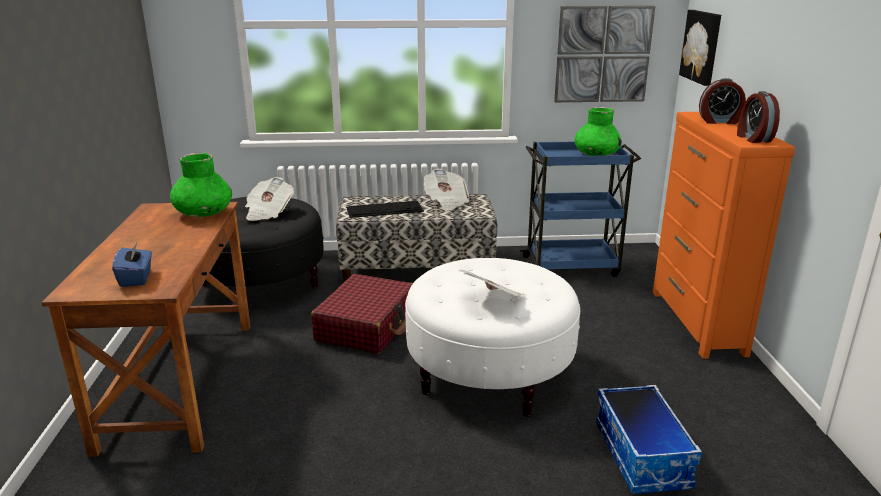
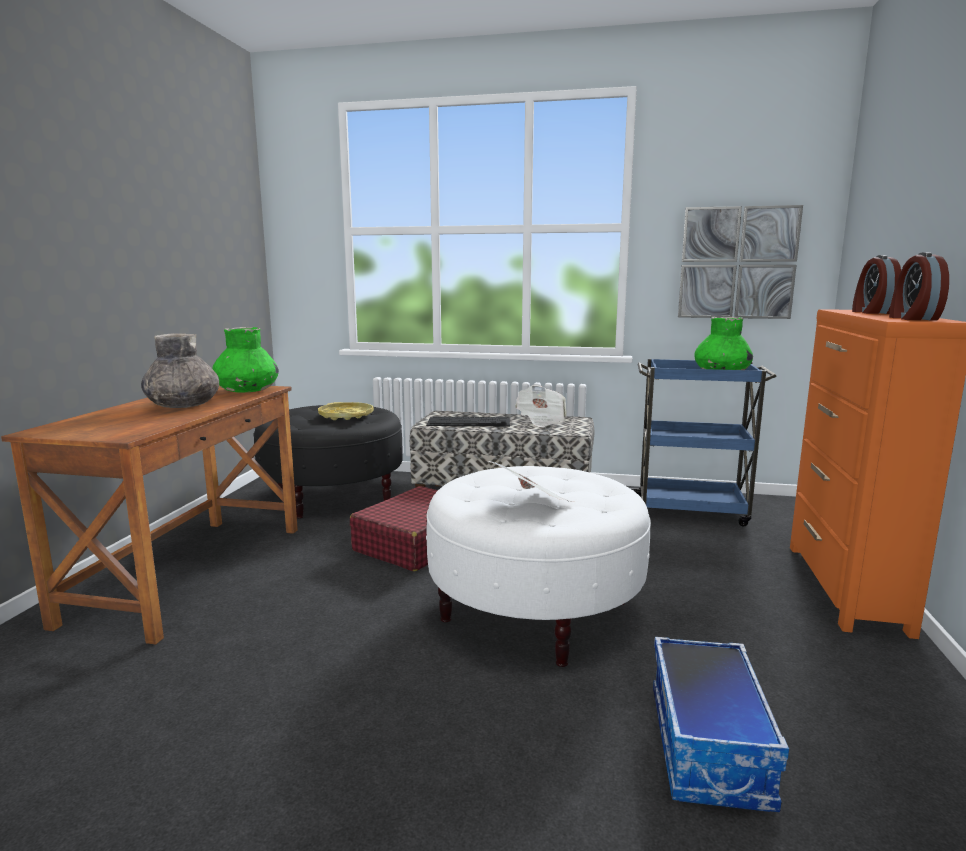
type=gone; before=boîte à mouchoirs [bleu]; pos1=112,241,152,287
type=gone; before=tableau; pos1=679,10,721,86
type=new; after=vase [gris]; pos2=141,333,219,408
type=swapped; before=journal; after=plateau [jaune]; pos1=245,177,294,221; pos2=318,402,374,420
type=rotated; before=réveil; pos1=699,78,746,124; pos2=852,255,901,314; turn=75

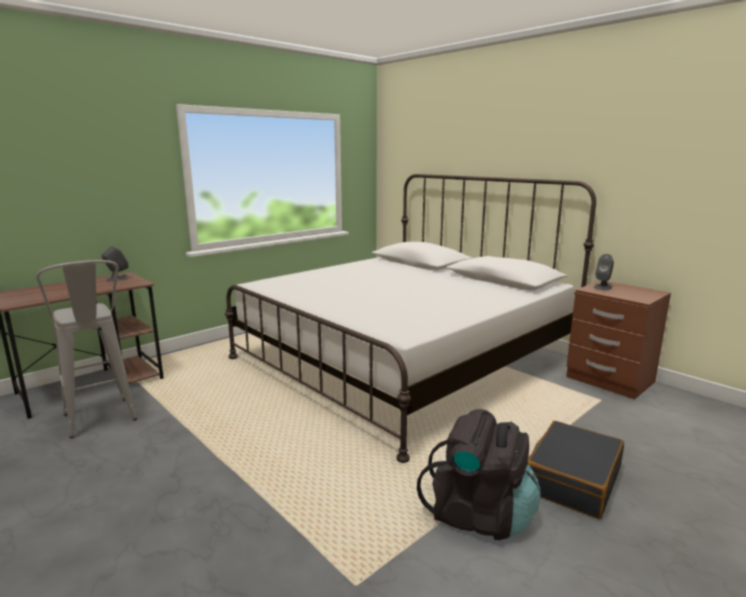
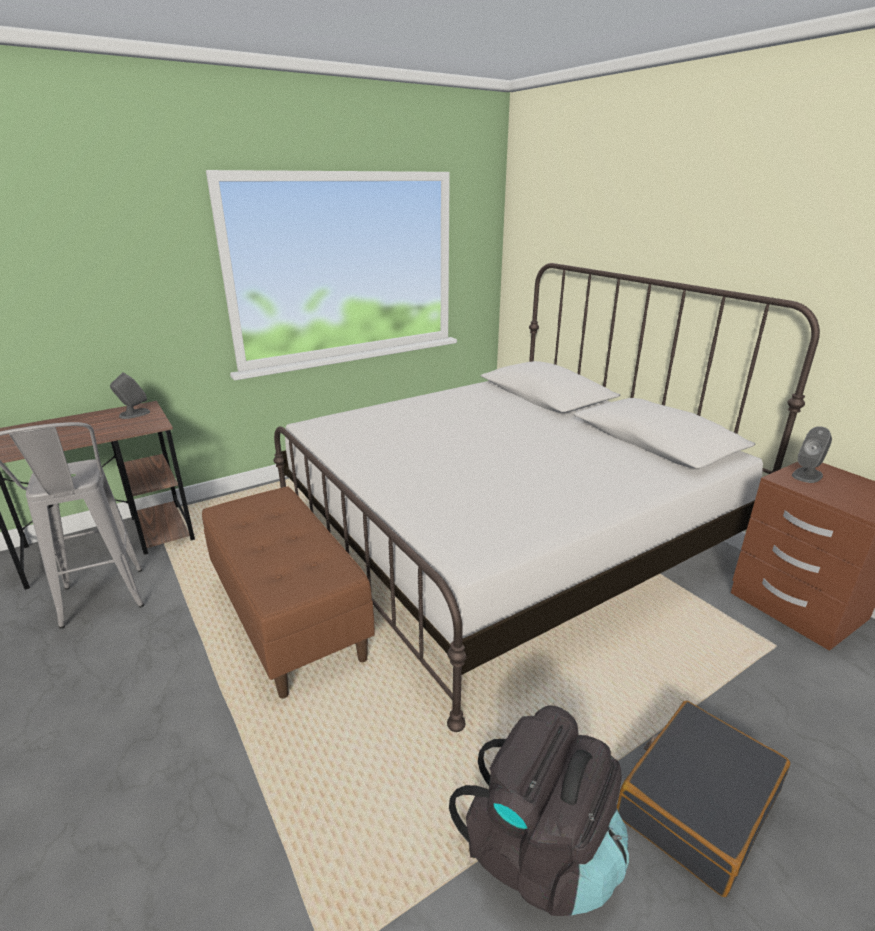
type=new; after=banc [marron]; pos2=202,486,375,699

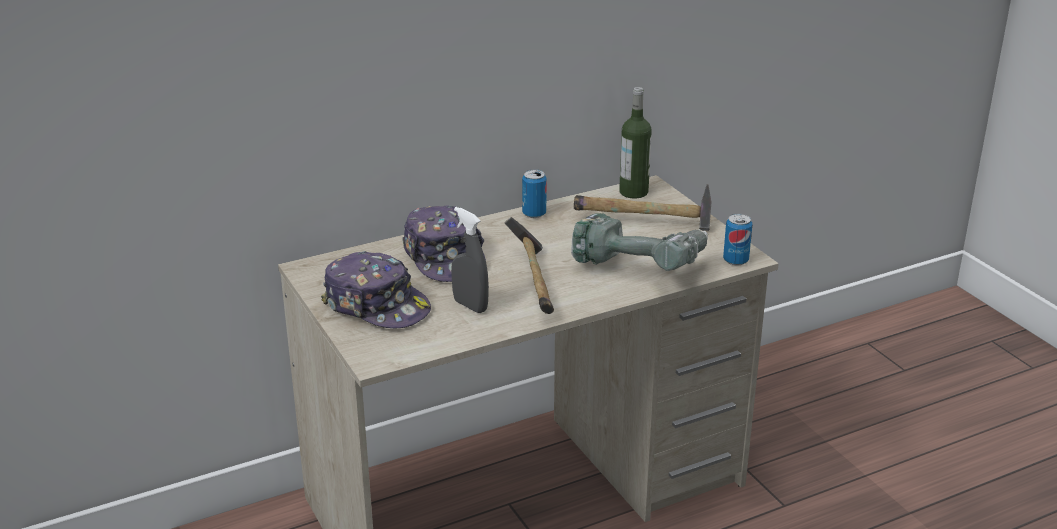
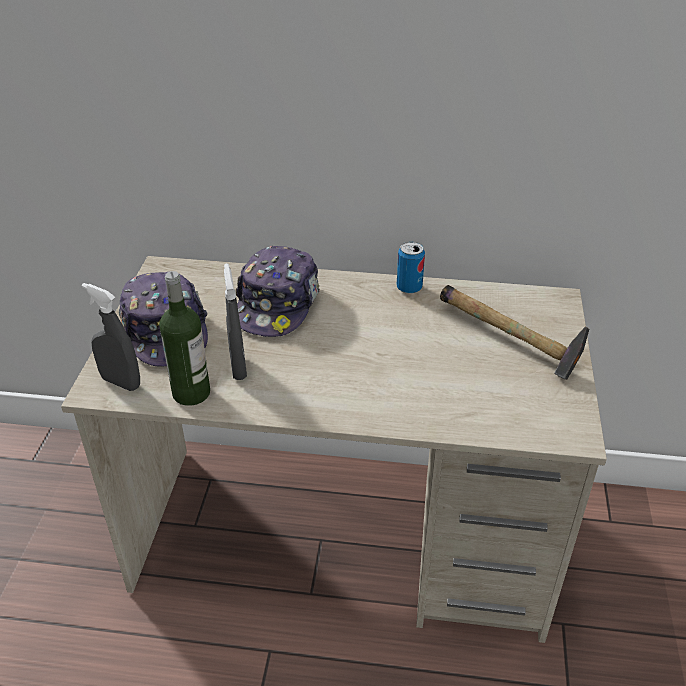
type=gone; before=marteau; pos1=504,217,554,314
type=gone; before=perceuse; pos1=571,213,708,271
type=gone; before=boîte métallique; pos1=723,214,752,265
type=new; after=vaporisateur [gris]; pos2=82,283,140,391
type=shifted; before=bouteille; pos1=619,87,652,198; pos2=159,271,210,406

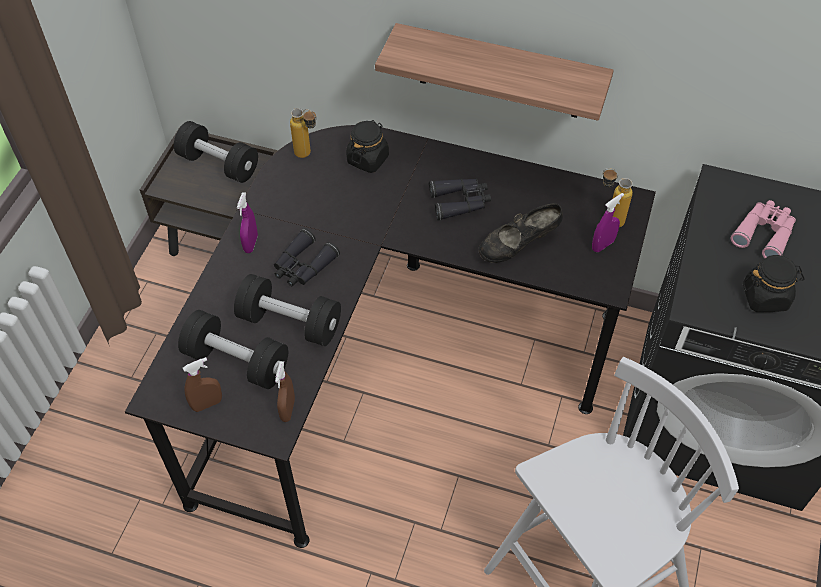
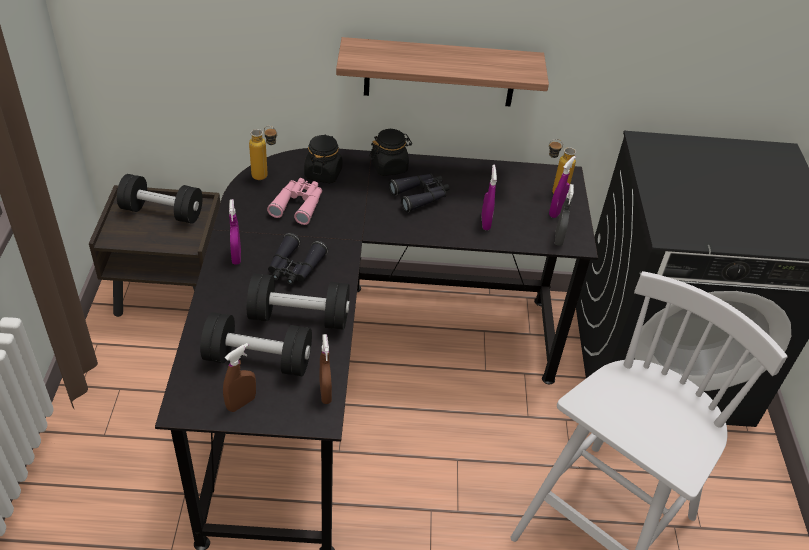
type=new; after=vaporisateur [gris]; pos2=555,184,574,246
type=shifted; before=jumelles [rose]; pos1=731,200,796,258; pos2=267,178,322,225
type=shifted; before=bocal [noir]; pos1=743,255,804,312; pos2=369,129,412,176
type=swapped; before=chaussure [noir]; after=vaporisateur [violet]; pos1=478,203,563,263; pos2=481,164,497,230

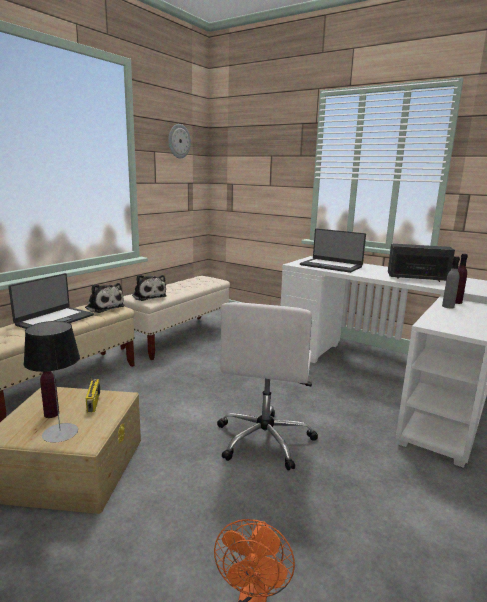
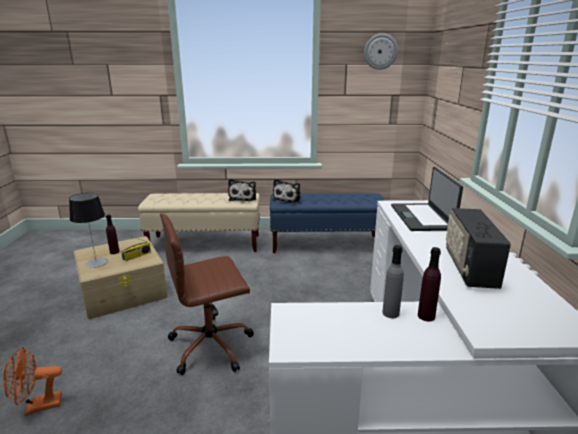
type=gone; before=ordinateur portable; pos1=8,273,94,329
type=repainted; before=banc [beige]; after=banc [bleu]; pos1=120,276,230,360; pos2=270,193,385,253
type=repainted; before=chaise de bureau [blanc]; after=chaise de bureau [marron]; pos1=217,302,318,471; pos2=160,214,254,375
type=rotated; before=radio; pos1=388,244,455,282; pos2=446,208,511,289; turn=-150

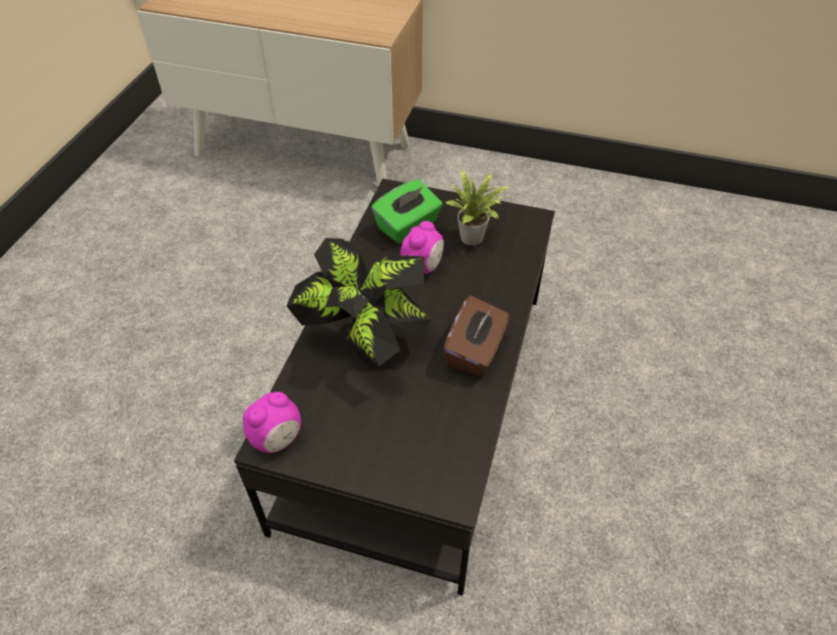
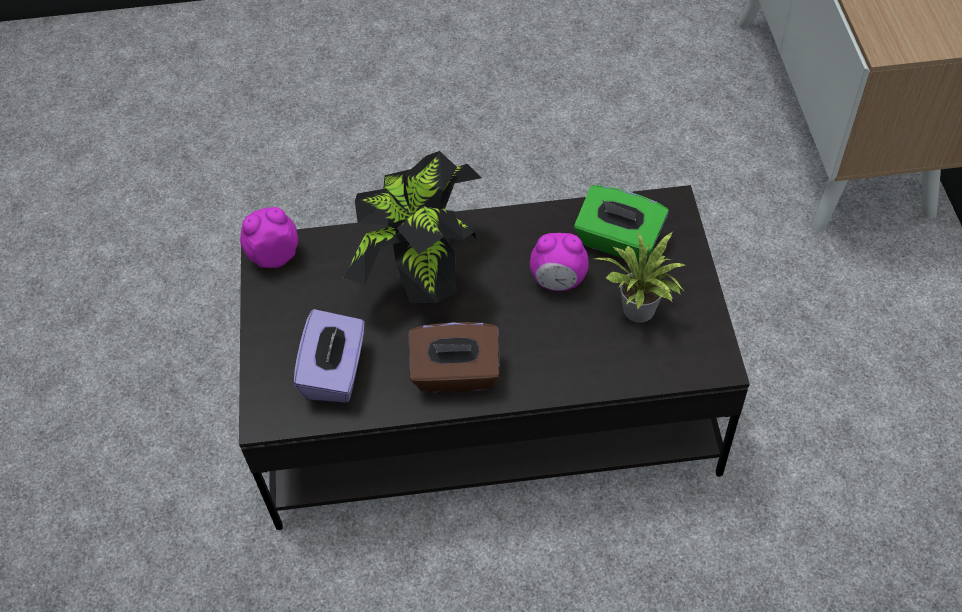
type=new; after=boîte à mouchoirs [violet]; pos2=293,309,365,403
type=rotated; before=réveil; pos1=243,392,301,453; pos2=240,207,298,268; turn=135

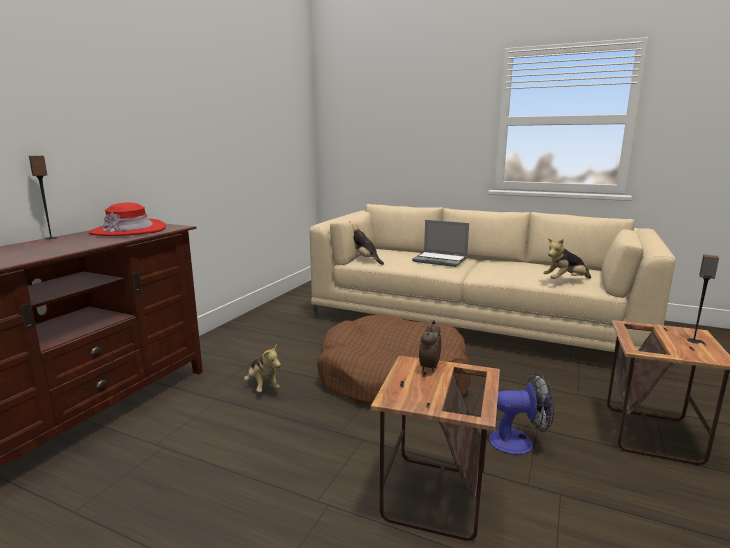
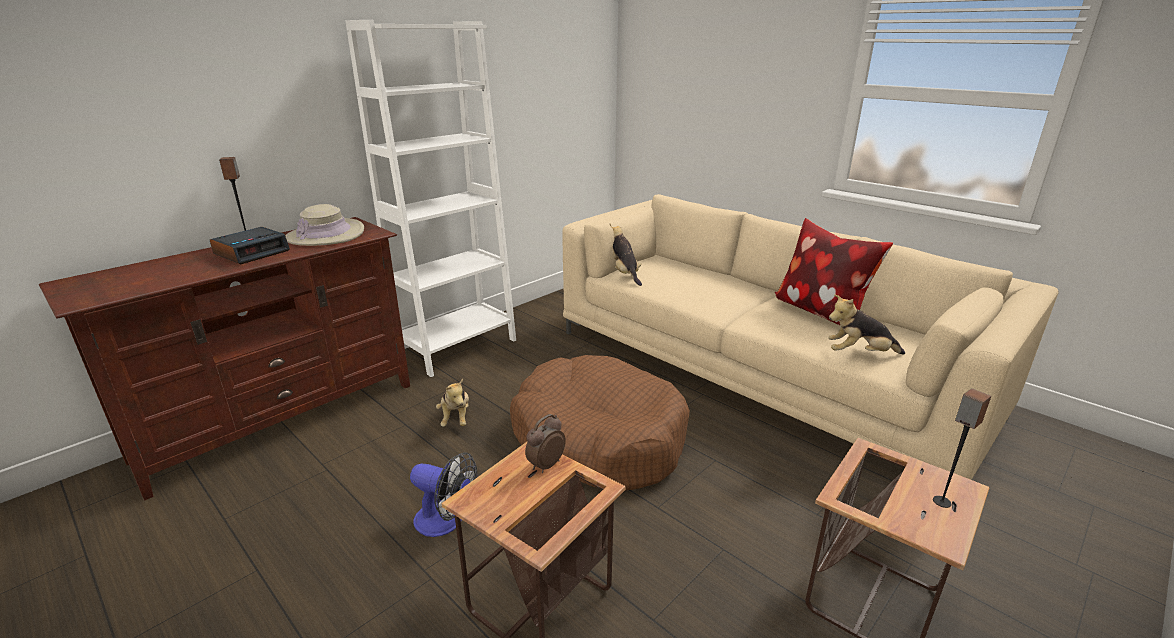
type=gone; before=ordinateur portable; pos1=412,220,469,267
type=new; after=réveil; pos2=210,227,290,264
type=new; after=bibliothèque [blanc]; pos2=345,20,516,377
type=new; after=coussin; pos2=775,218,893,326
type=shifted; before=ventilateur; pos1=489,373,554,455; pos2=410,452,477,537
type=repainted; before=chapeau [rouge]; after=chapeau [beige]; pos1=89,203,166,236; pos2=285,204,364,246

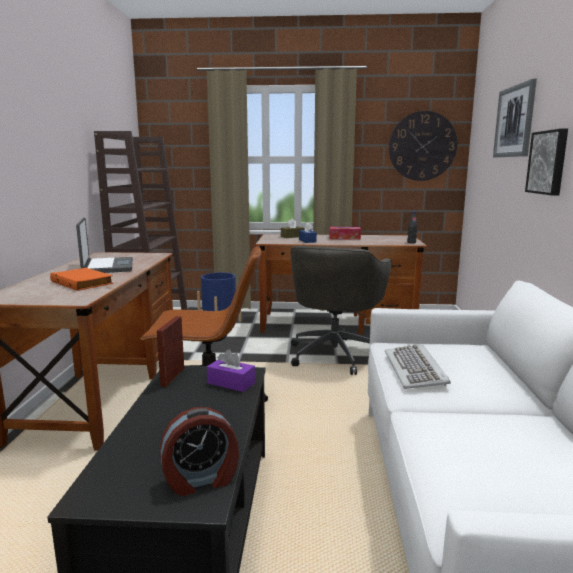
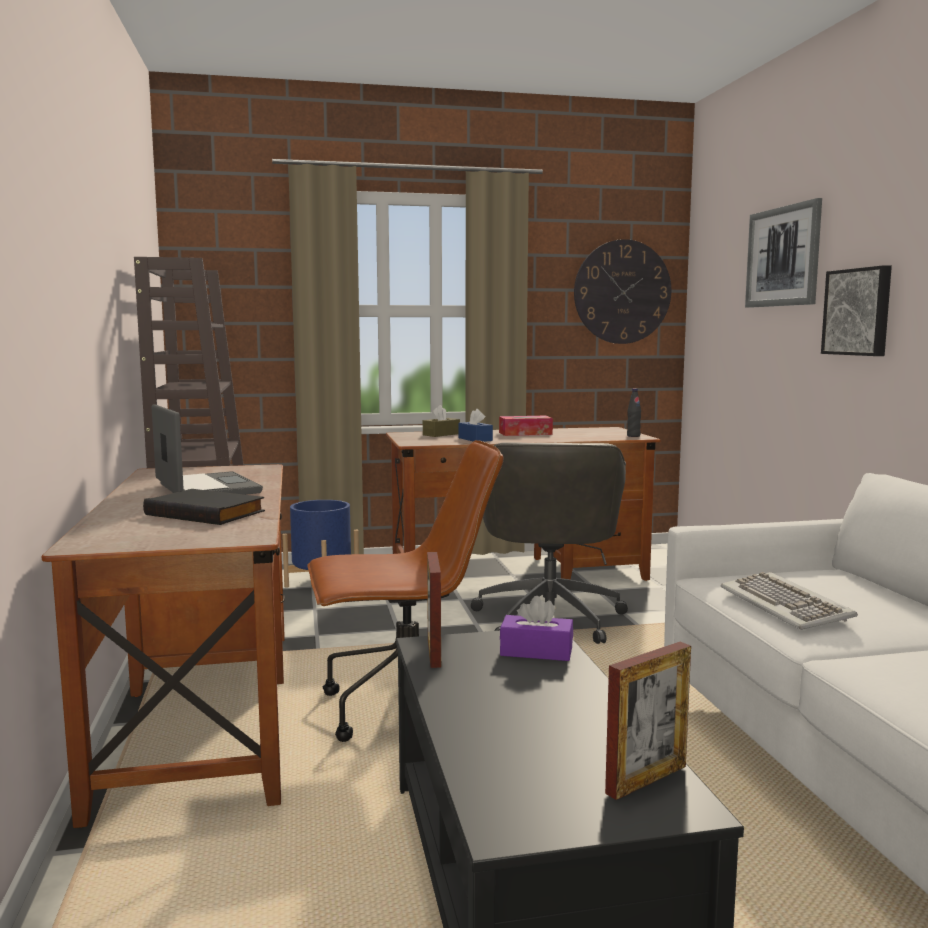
type=swapped; before=réveil; after=cadre photo; pos1=160,407,239,496; pos2=605,642,691,800
type=repainted; before=livre [orange]; after=livre [noir]; pos1=50,268,114,291; pos2=143,489,265,525

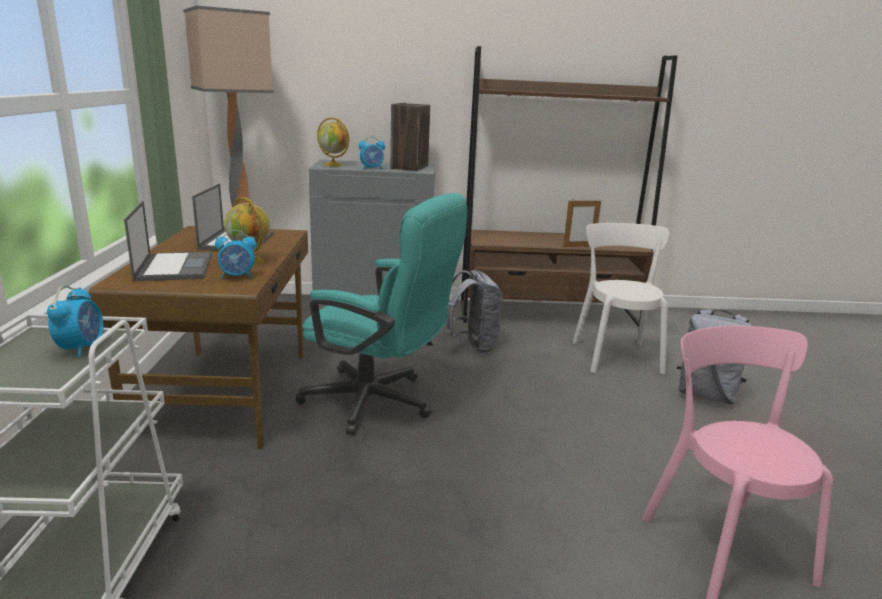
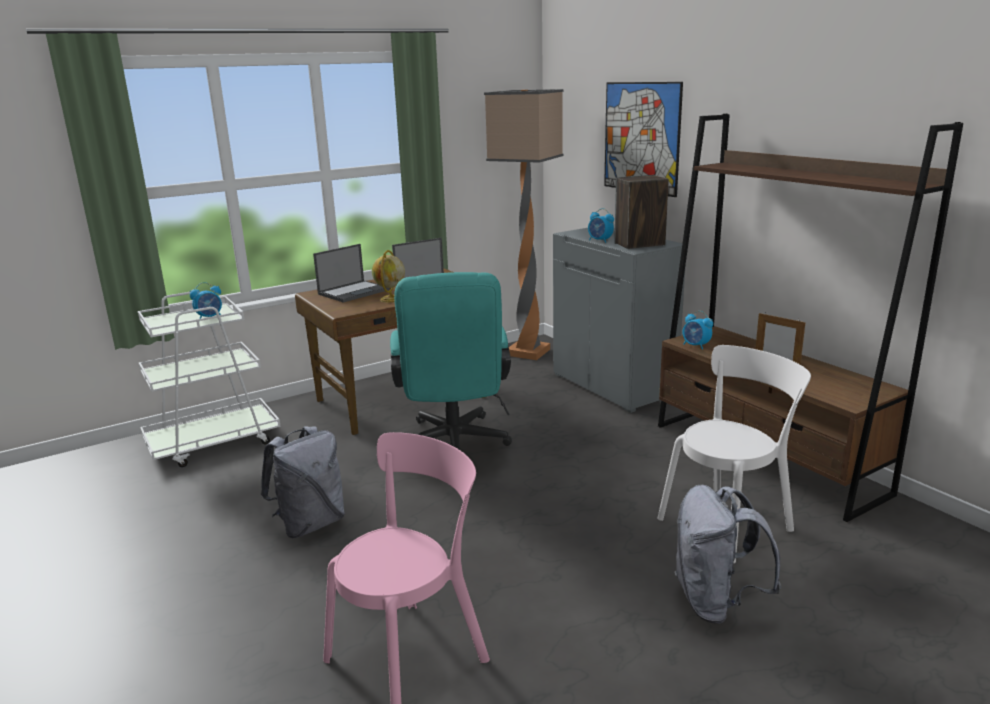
type=gone; before=globe; pos1=317,117,349,167
type=new; after=tableau; pos2=604,82,683,197
type=shifted; before=réveil; pos1=215,230,257,279; pos2=682,311,713,350
type=shifted; before=sac à dos [gris]; pos1=446,269,503,353; pos2=261,426,345,538

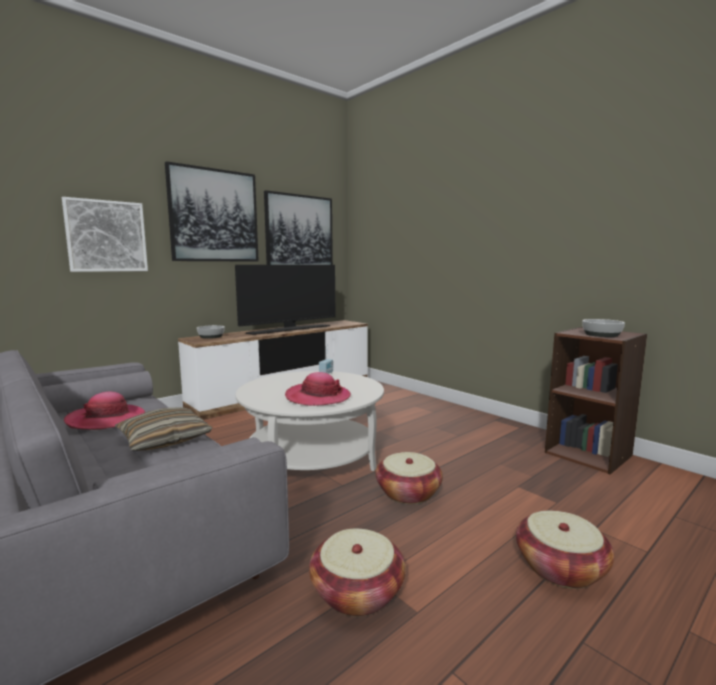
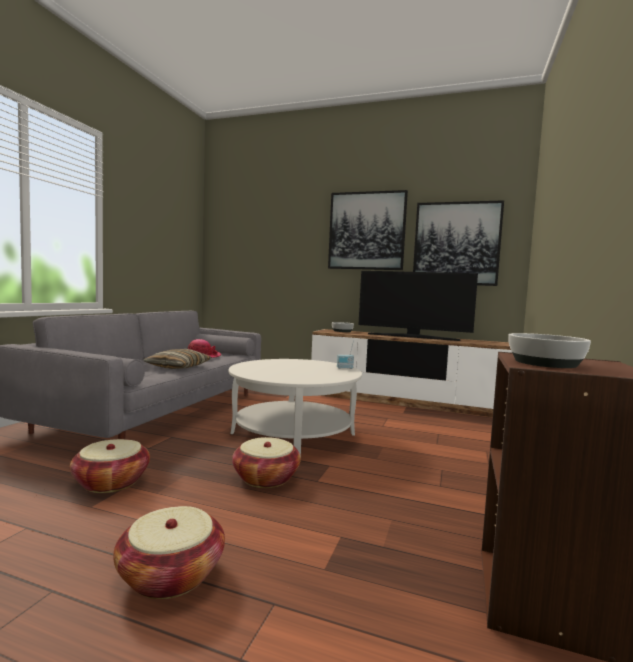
type=gone; before=tableau; pos1=62,197,148,272
type=gone; before=chapeau; pos1=285,372,351,406

